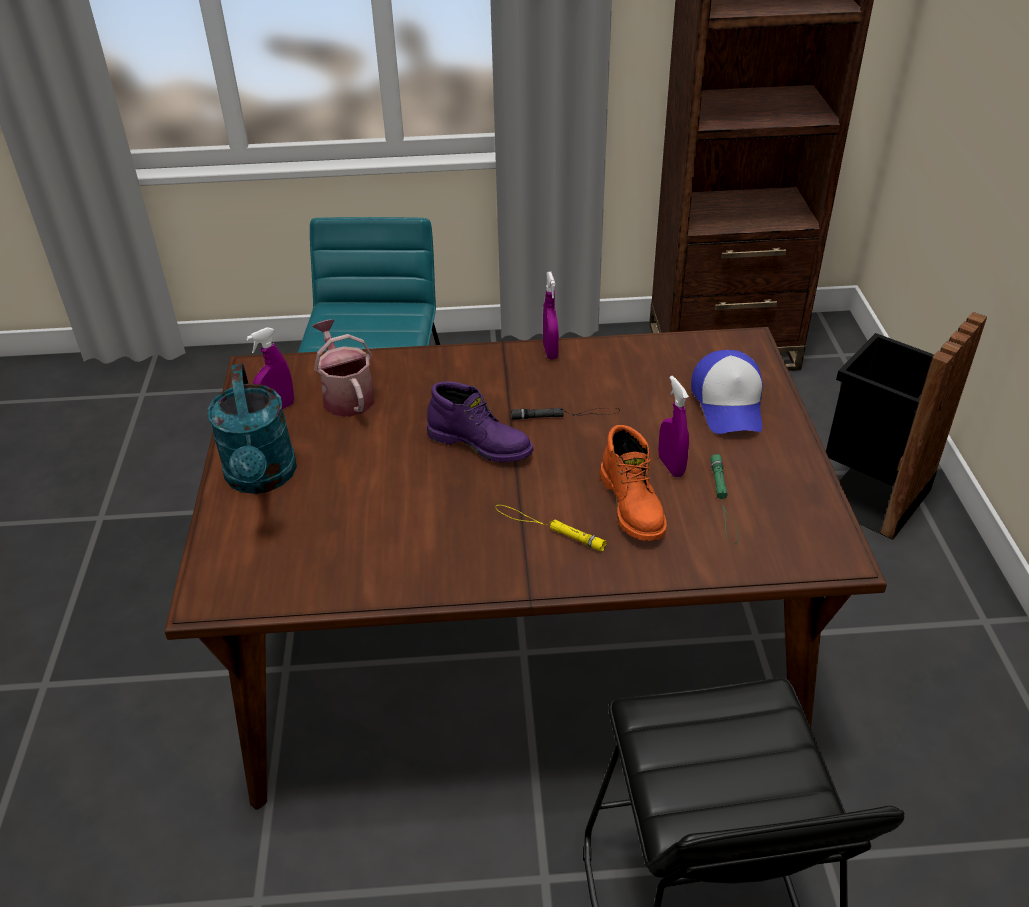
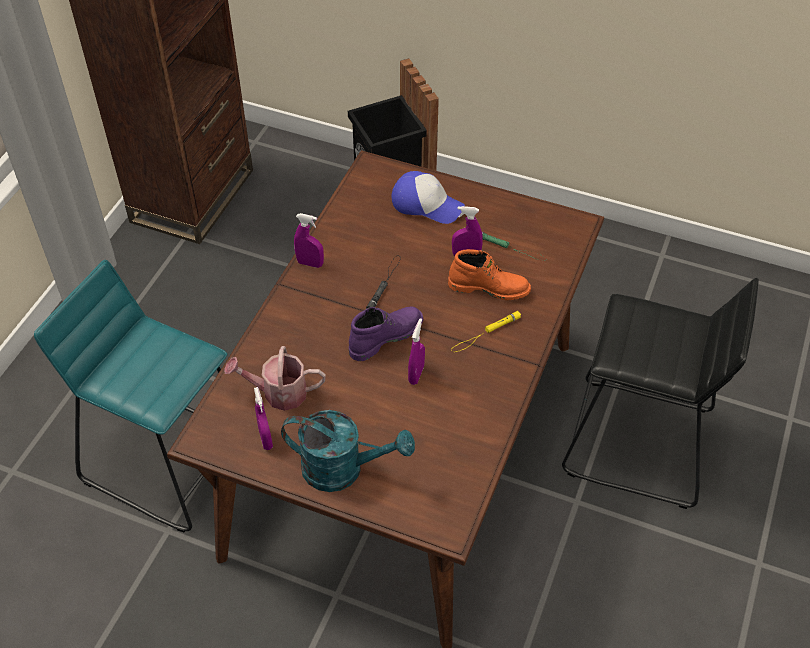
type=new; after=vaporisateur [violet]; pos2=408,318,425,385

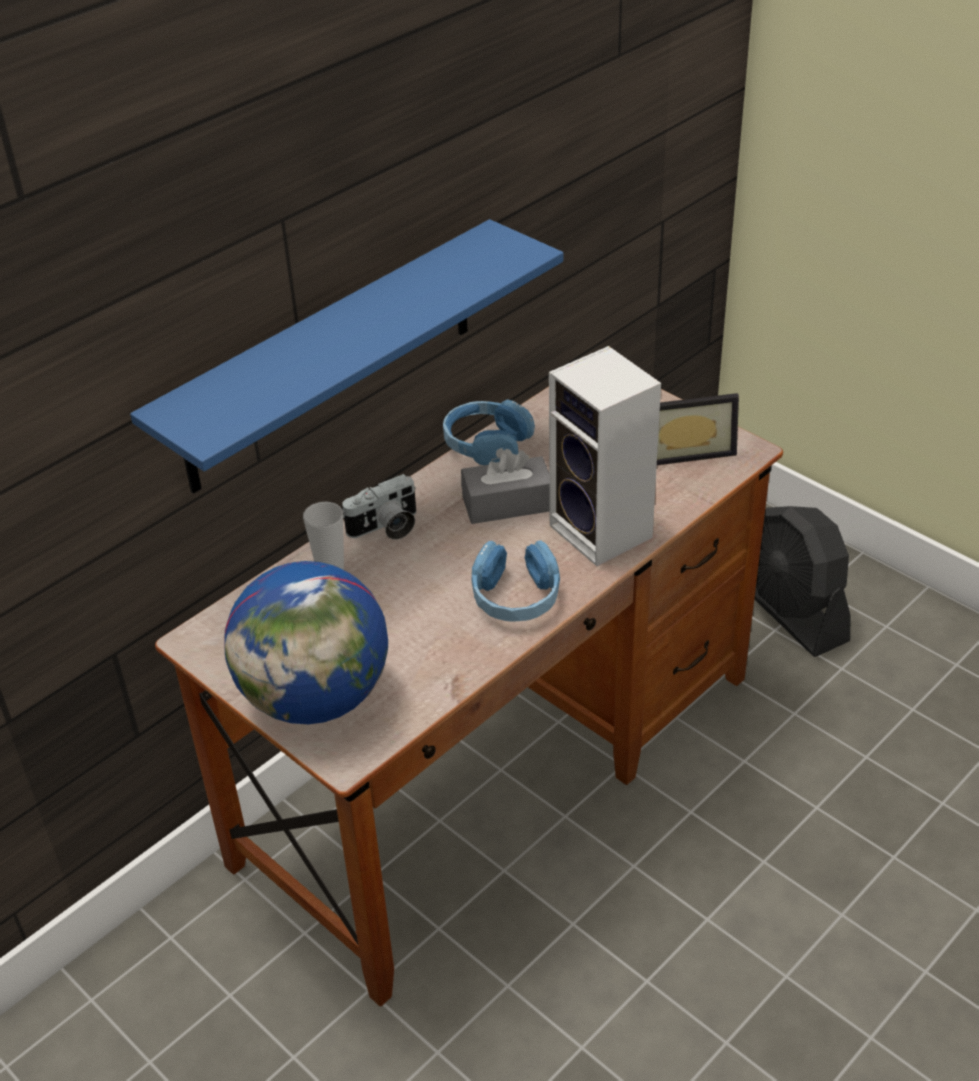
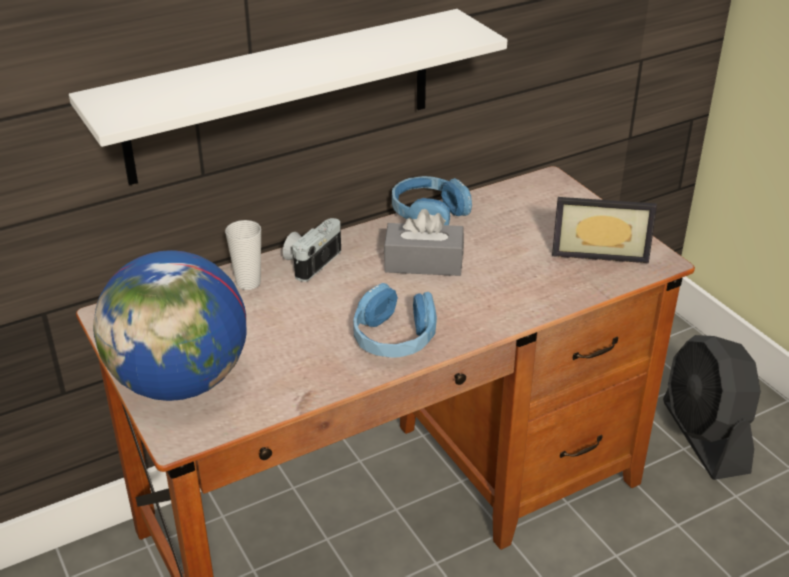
type=gone; before=enceinte; pos1=549,346,661,566
type=repainted; before=étagère [bleu]; after=étagère [blanc]; pos1=130,219,563,494; pos2=69,9,507,185
type=rotated; before=appareil photo; pos1=342,474,416,540; pos2=283,218,341,282; turn=135

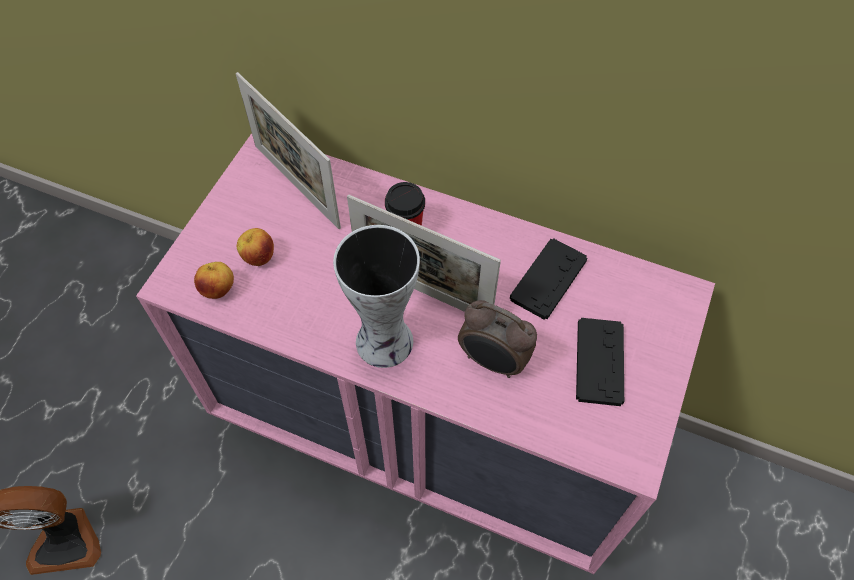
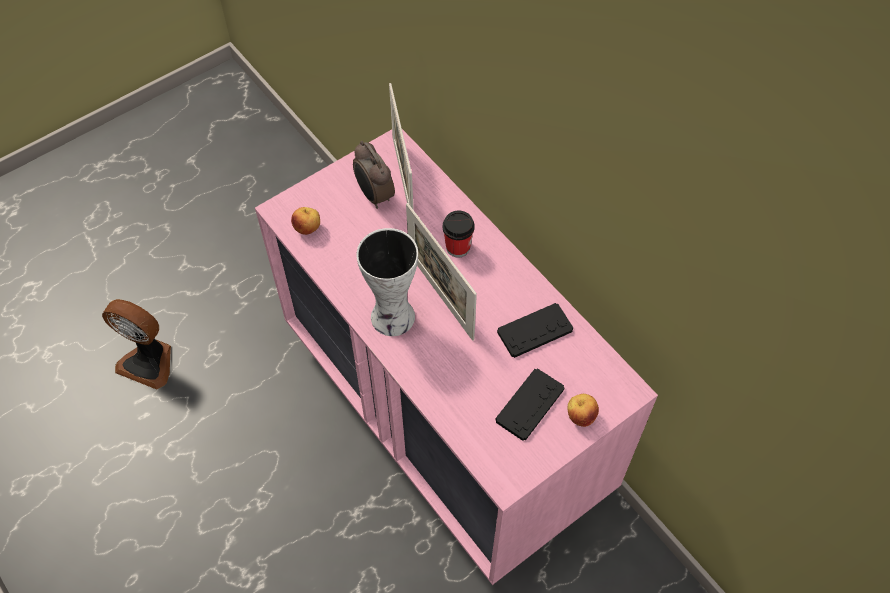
type=shifted; before=pomme; pos1=237,228,274,266; pos2=568,394,599,427
type=shifted; before=réveil; pos1=458,300,537,378; pos2=353,141,395,209

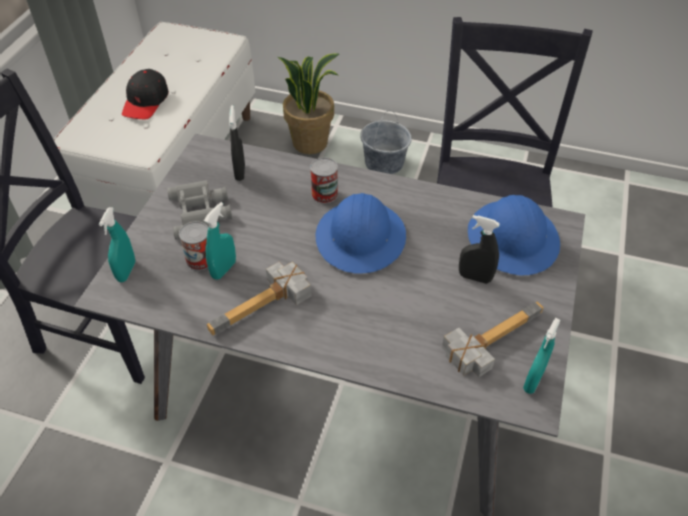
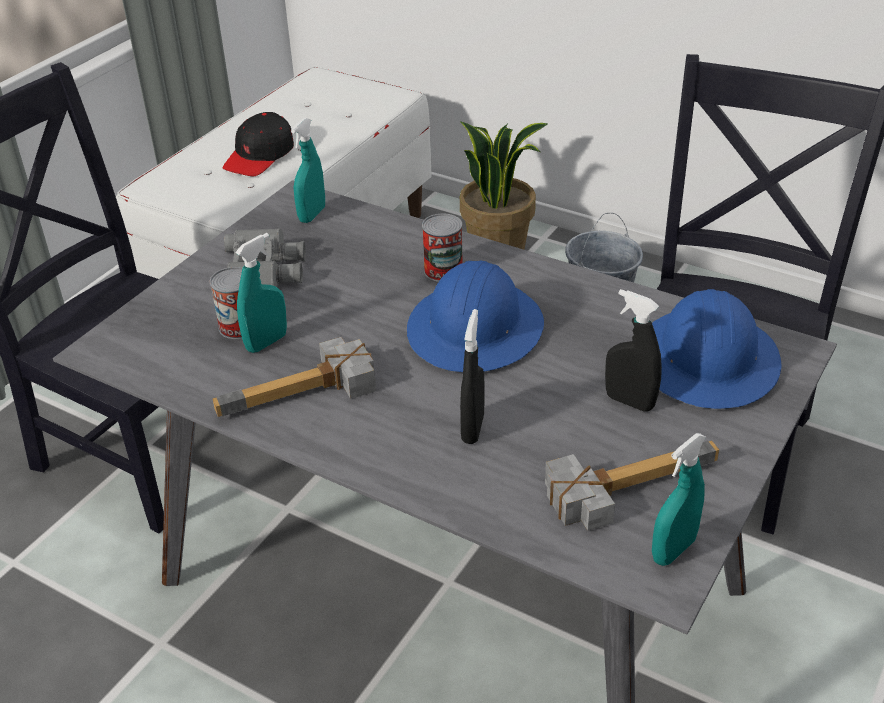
type=shifted; before=vaporisateur [turquoise]; pos1=99,207,135,282; pos2=291,118,325,223
type=shifted; before=vaporisateur [noir]; pos1=229,105,245,181; pos2=460,309,485,444

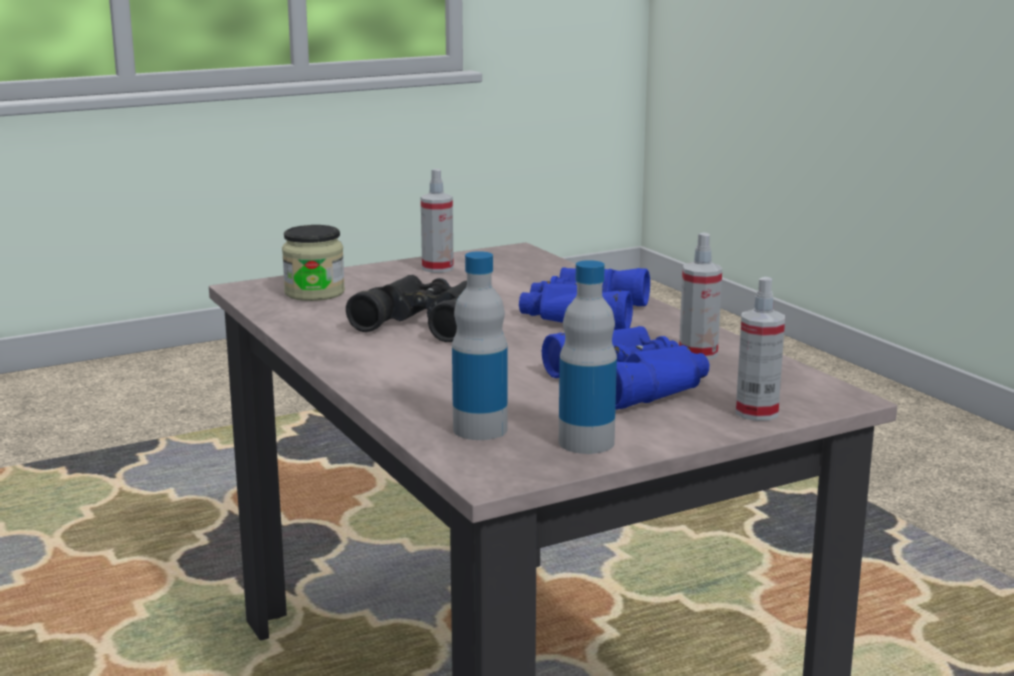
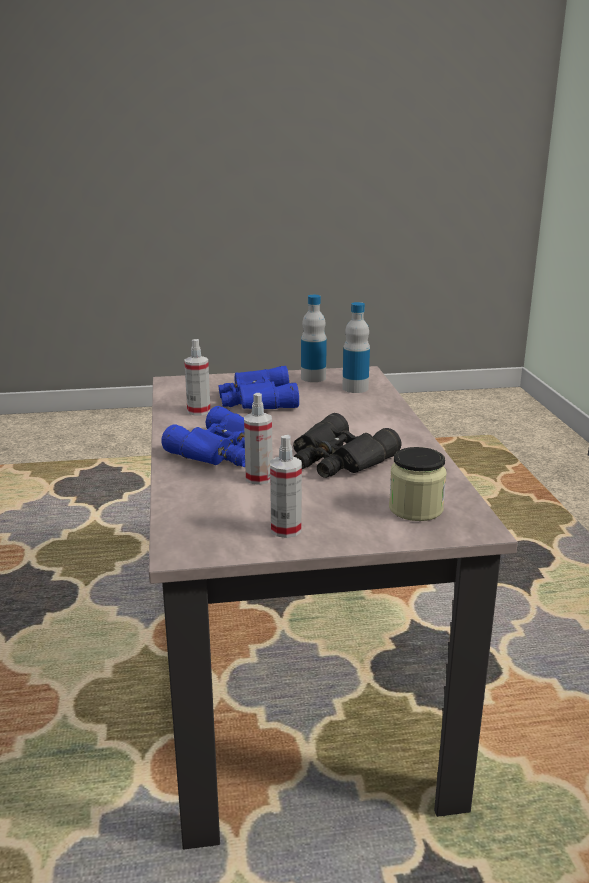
type=shifted; before=vaporisateur; pos1=736,277,785,421; pos2=244,393,273,485

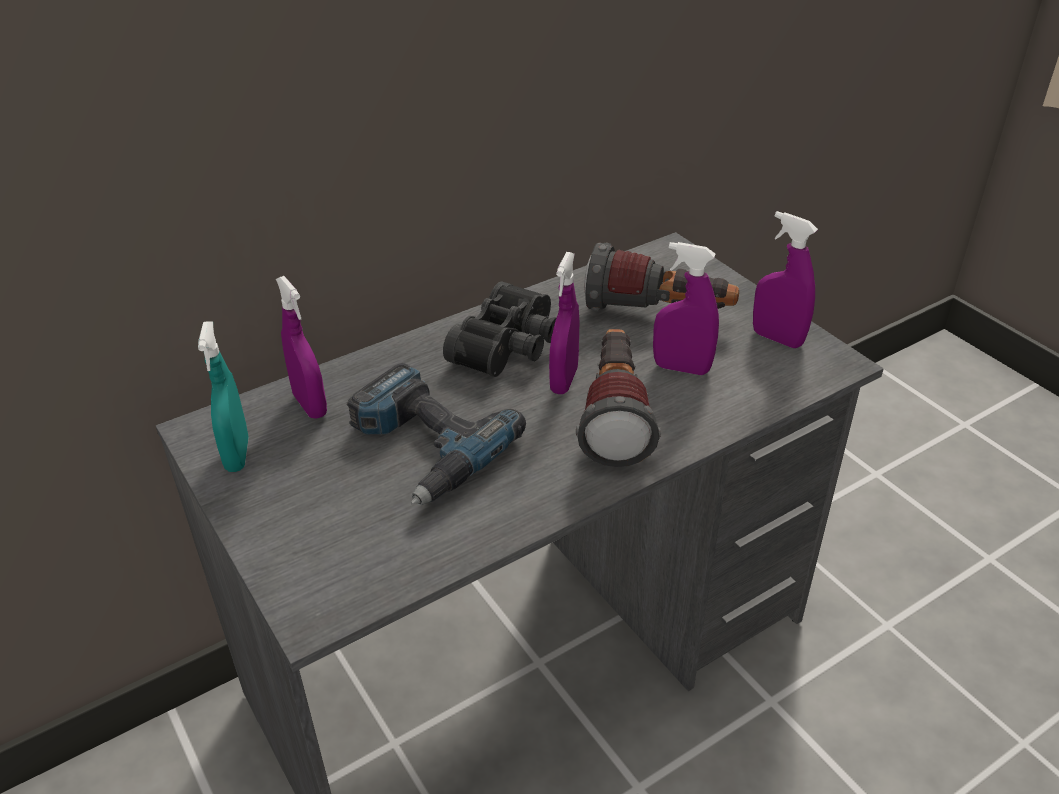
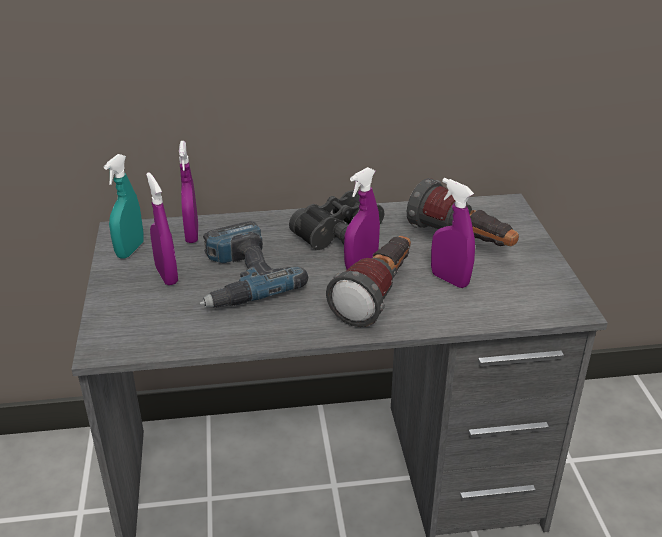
type=shifted; before=vaporisateur [violet]; pos1=753,211,818,348; pos2=146,173,178,286

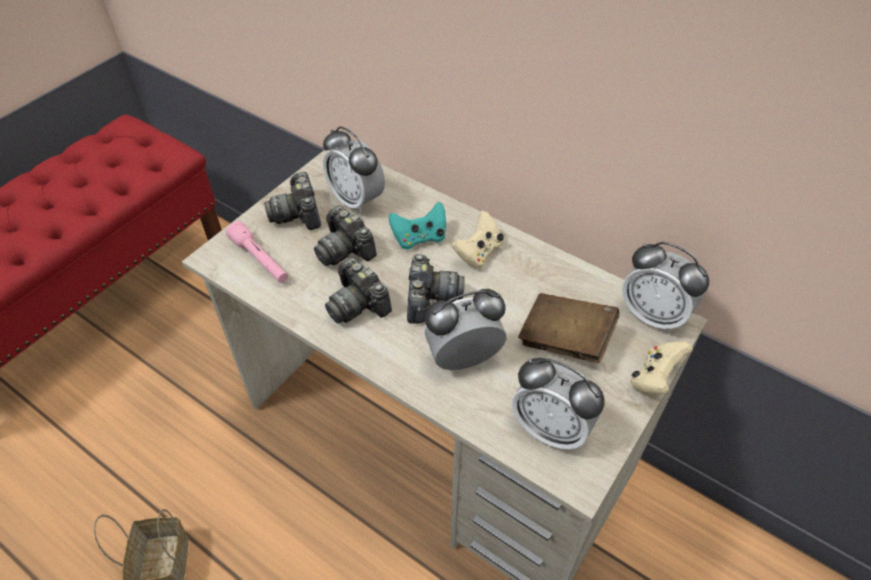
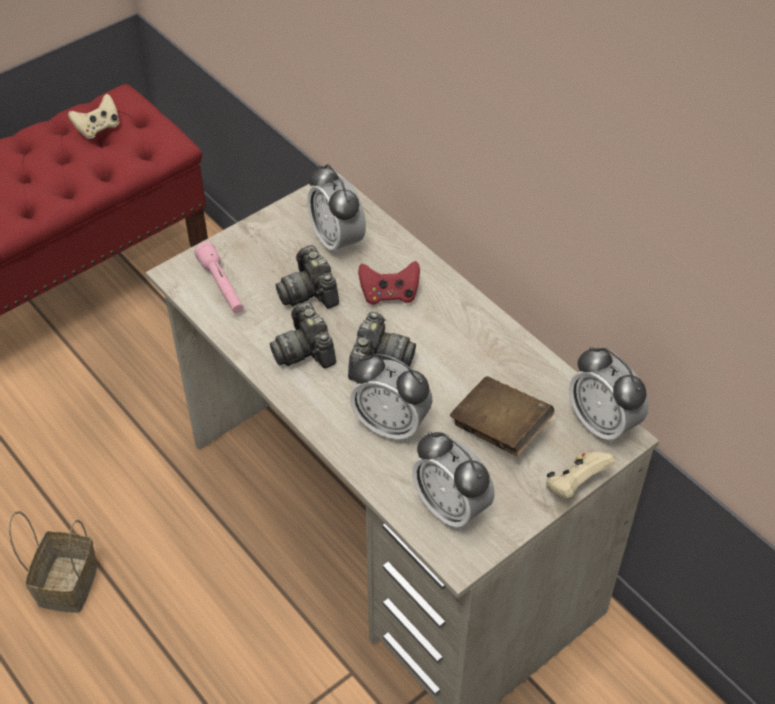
type=gone; before=appareil photo; pos1=264,172,321,230
type=shifted; before=manette [beige]; pos1=452,211,504,269; pos2=68,94,119,139
type=repainted; before=manette [turquoise]; after=manette [rouge]; pos1=389,202,446,250; pos2=358,261,420,305
type=rotated; before=réveil; pos1=424,289,506,370; pos2=350,353,432,443; turn=-150

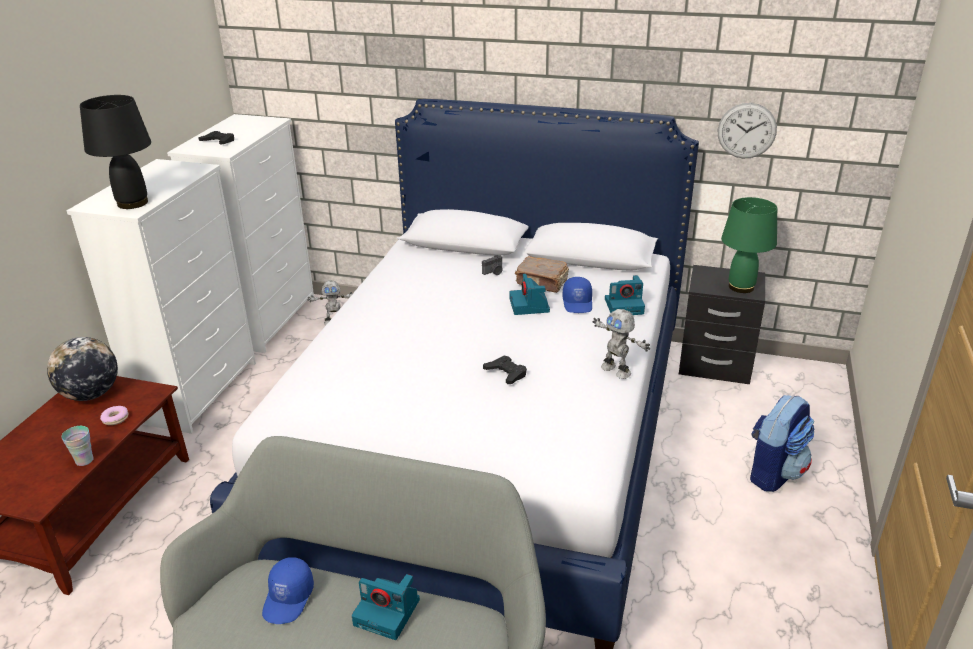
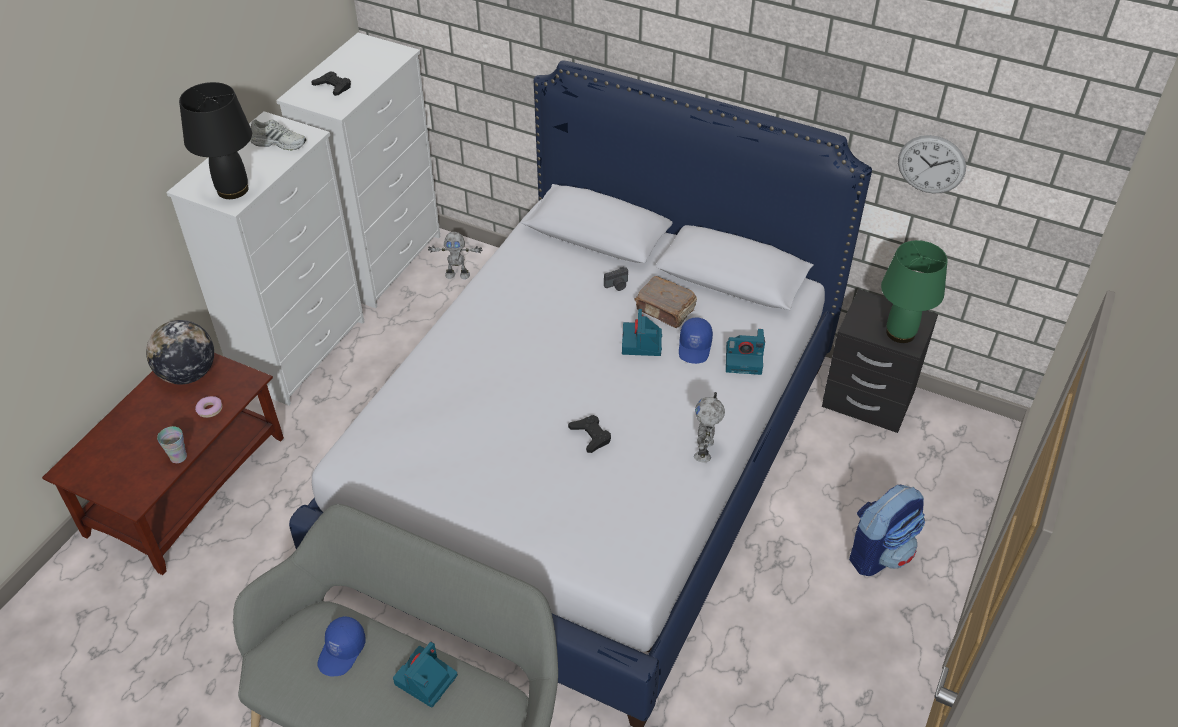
type=new; after=chaussure [blanc]; pos2=251,119,306,150
type=rotated; before=appareil photo; pos1=352,574,420,640; pos2=393,642,458,708; turn=90
type=rotated; before=robot jouet; pos1=593,309,650,379; pos2=694,392,725,462; turn=45

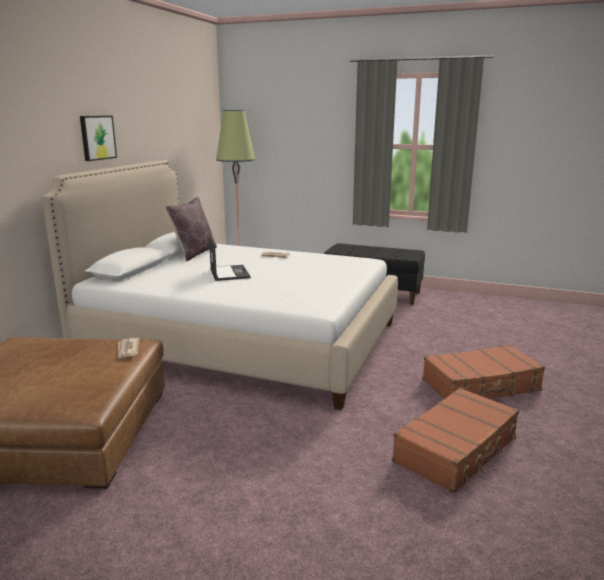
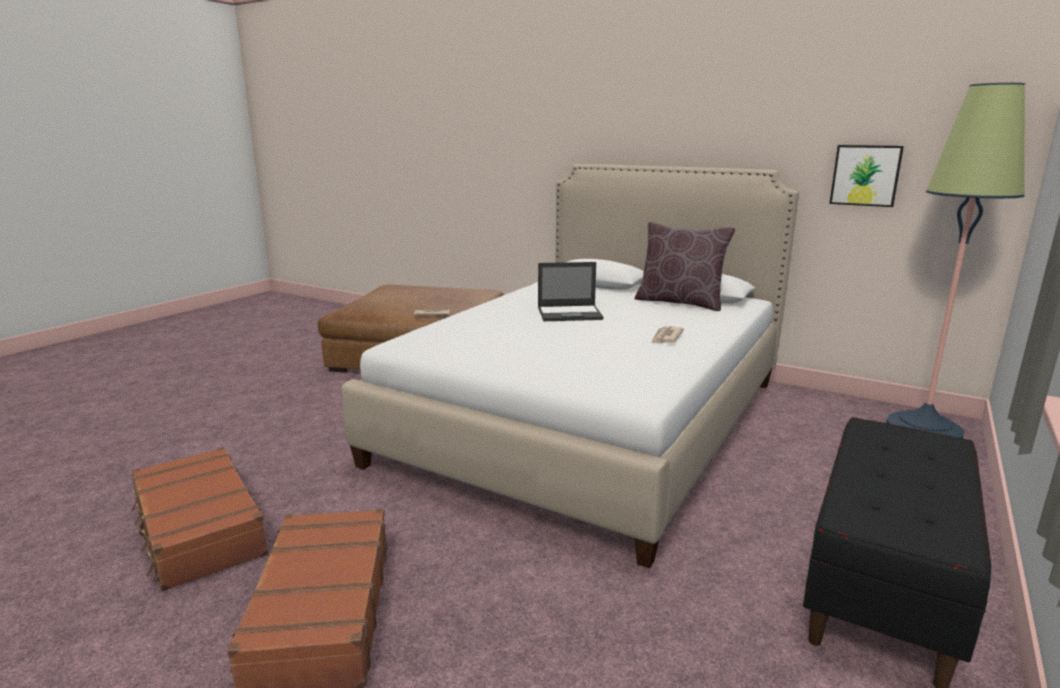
type=shifted; before=tableau; pos1=80,116,117,161; pos2=829,145,904,207

